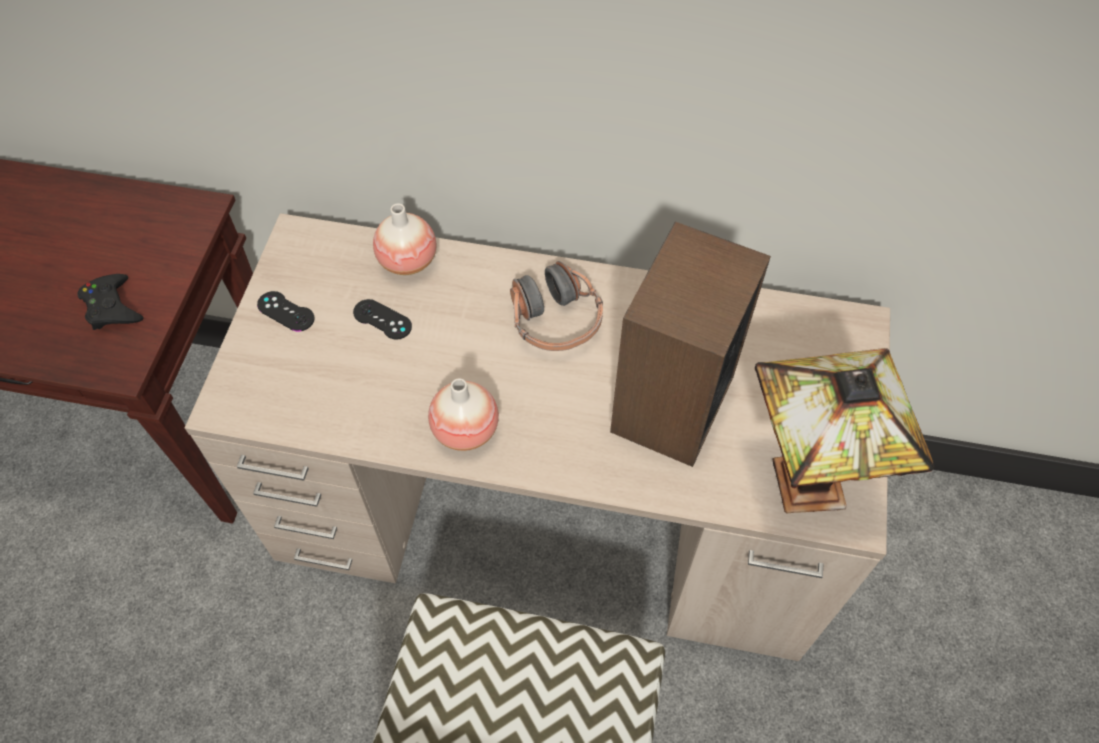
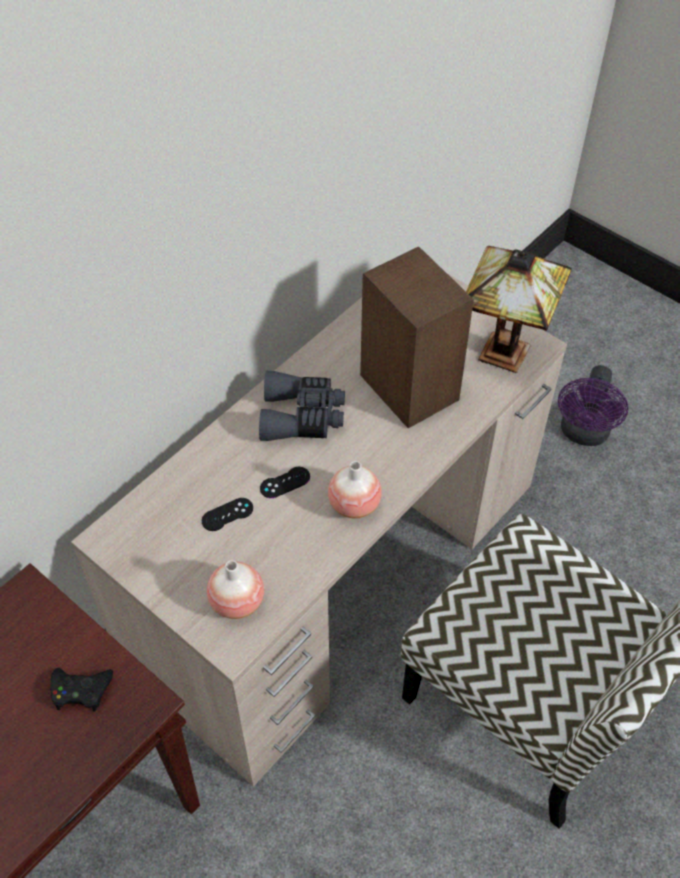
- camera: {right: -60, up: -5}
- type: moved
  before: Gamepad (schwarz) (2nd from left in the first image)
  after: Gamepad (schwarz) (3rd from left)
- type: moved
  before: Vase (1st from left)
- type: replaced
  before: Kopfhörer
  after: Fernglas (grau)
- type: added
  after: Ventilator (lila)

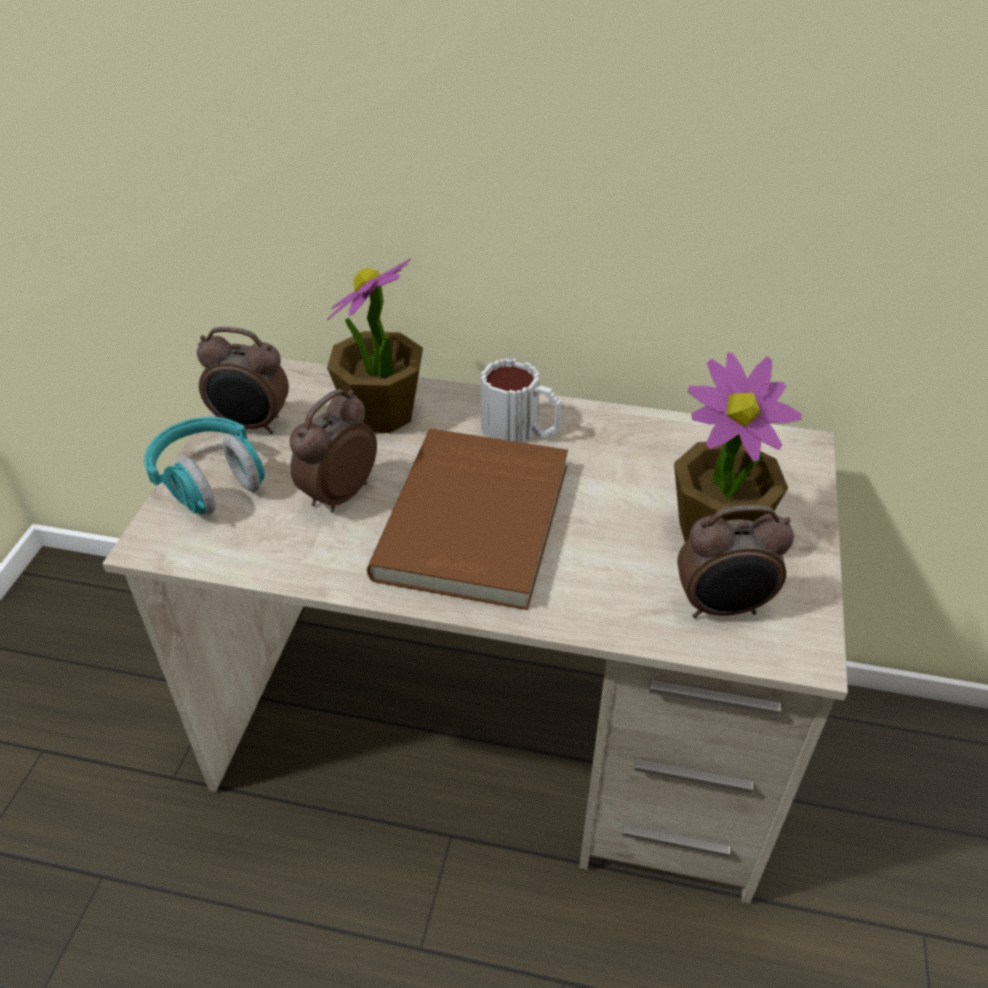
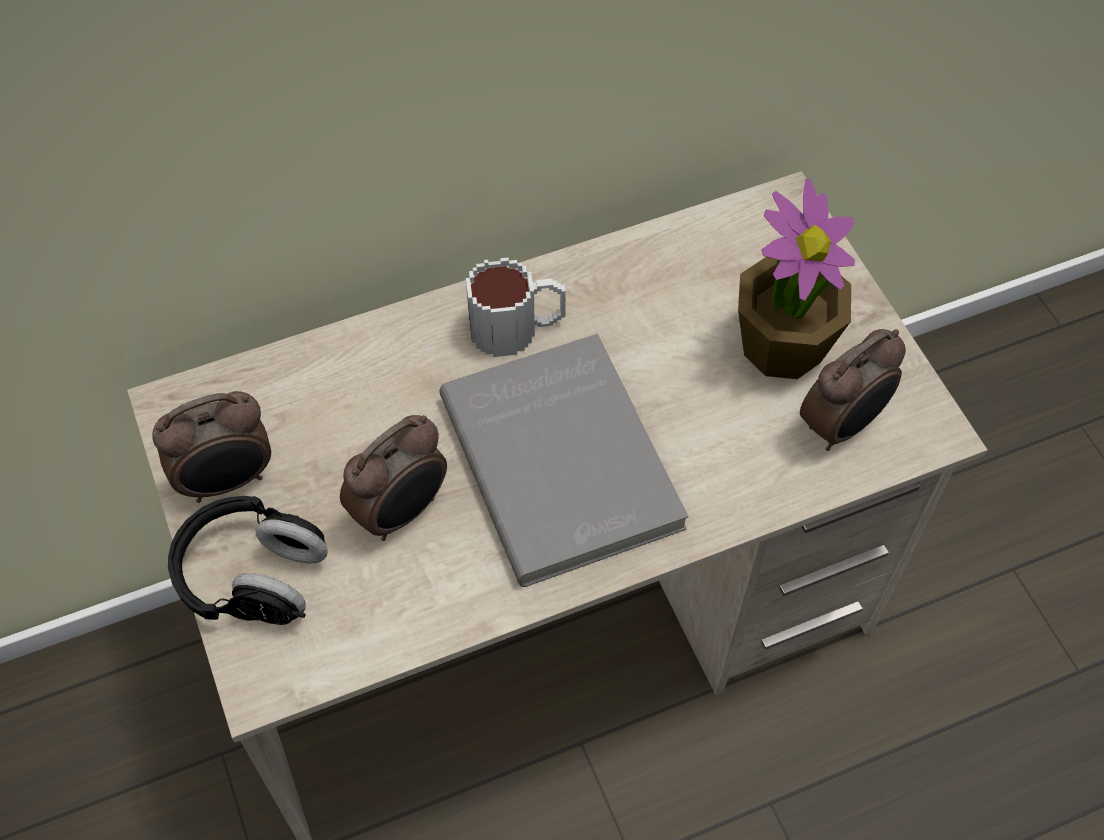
- camera: {right: -35, up: 15}
- type: recoloured
  before: Kopfhörer (türkis)
  after: Kopfhörer (schwarz)
- type: turned
  before: Wecker (2nd from left)
  turn: -135
- type: removed
  before: Topfpflanze (1st from left)
- type: recoloured
  before: Buch (braun)
  after: Buch (grau)

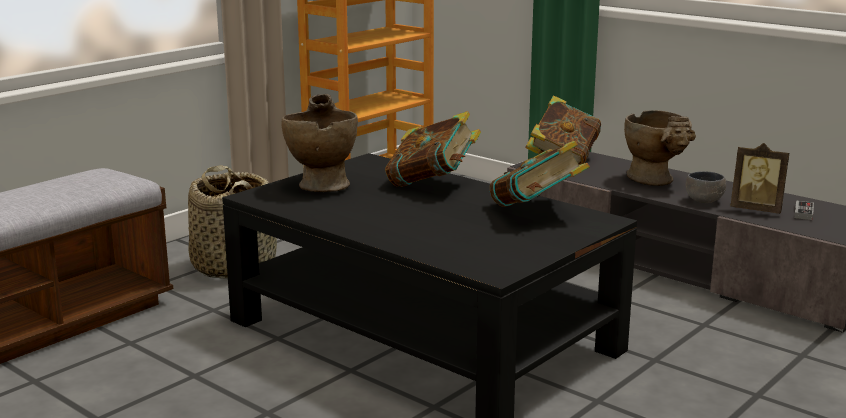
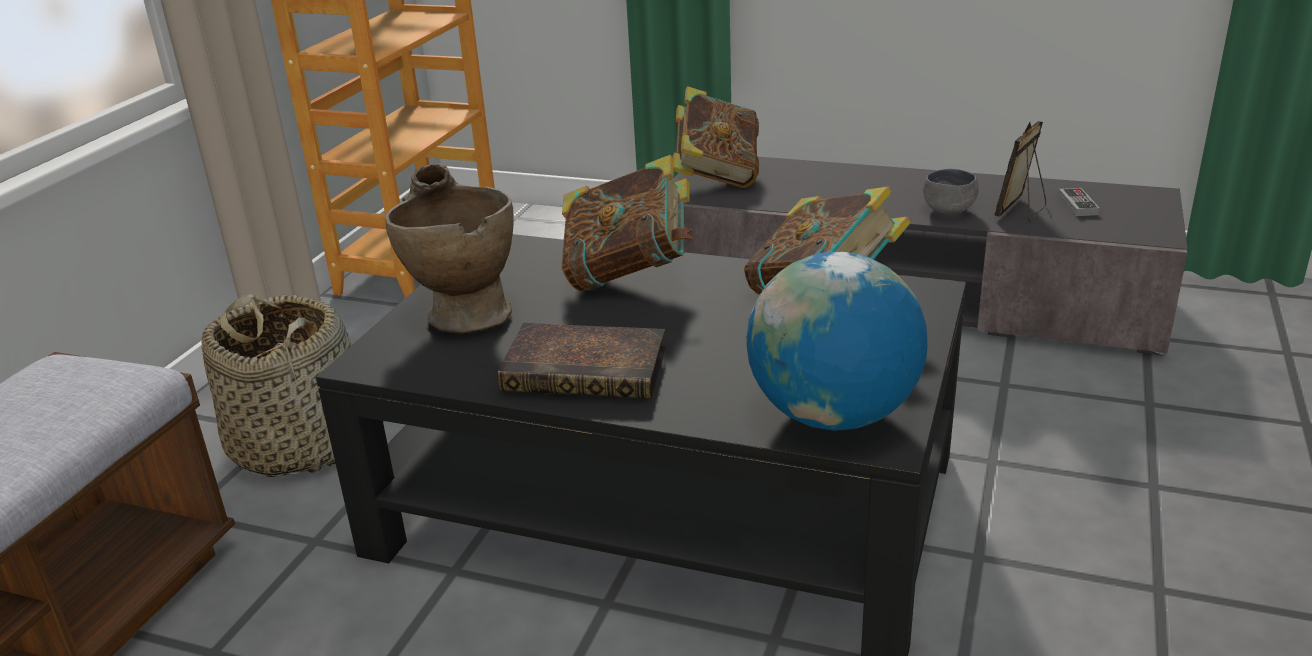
- camera: {right: -20, up: 10}
- type: removed
  before: Vase (beige) (2nd from left)
- type: turned
  before: Bilderrahmen
  turn: 120
- type: added
  after: Buch (1st from left)
- type: added
  after: Globus

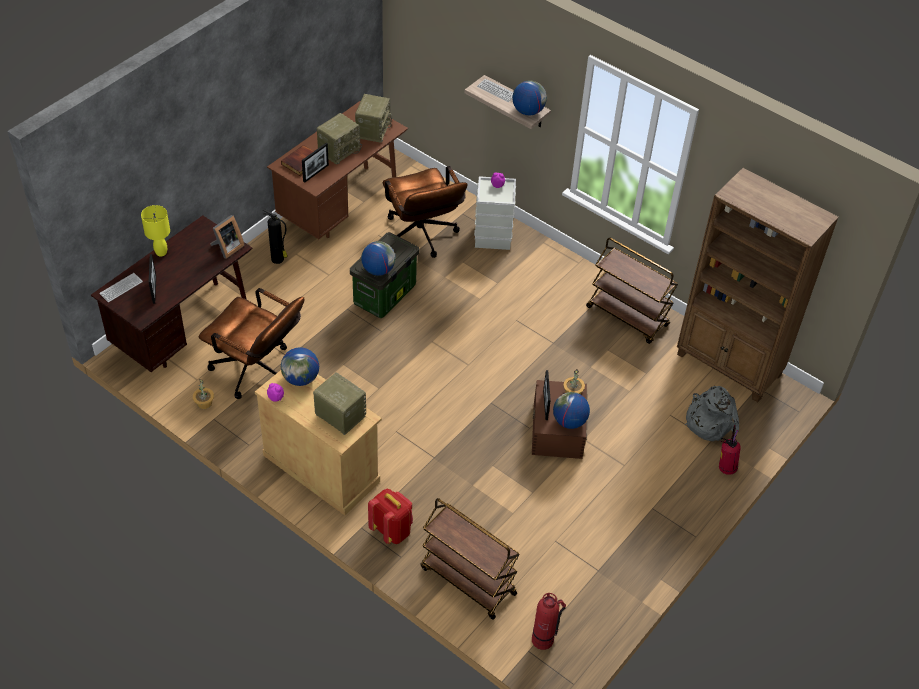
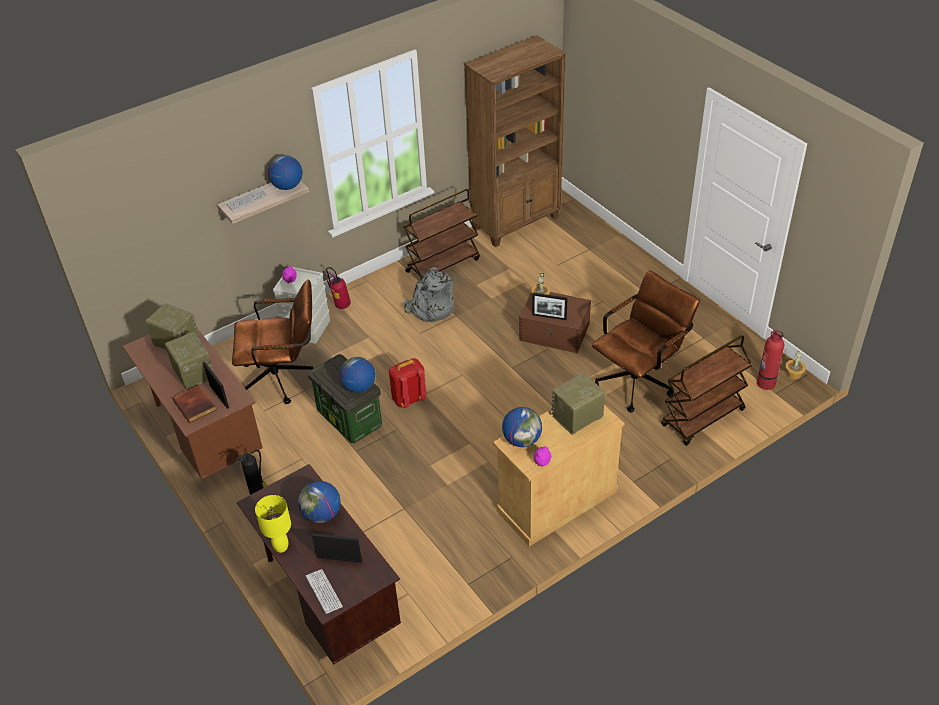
- camera: {right: -70, up: -5}
- type: moved
  before: Topfpflanze (1st from left in the first image)
  after: Topfpflanze (2nd from left)
- type: moved
  before: Bürostuhl (braun) (1st from left in the first image)
  after: Bürostuhl (braun) (2nd from left)
- type: removed
  before: Bilderrahmen (2nd from left)
- type: moved
  before: Rucksack (rot)
- type: moved
  before: Globus (4th from left in the first image)
  after: Globus (2nd from left)
- type: moved
  before: Rucksack (grau)
- type: moved
  before: Feuerlöscher (3rd from left in the first image)
  after: Feuerlöscher (2nd from left)

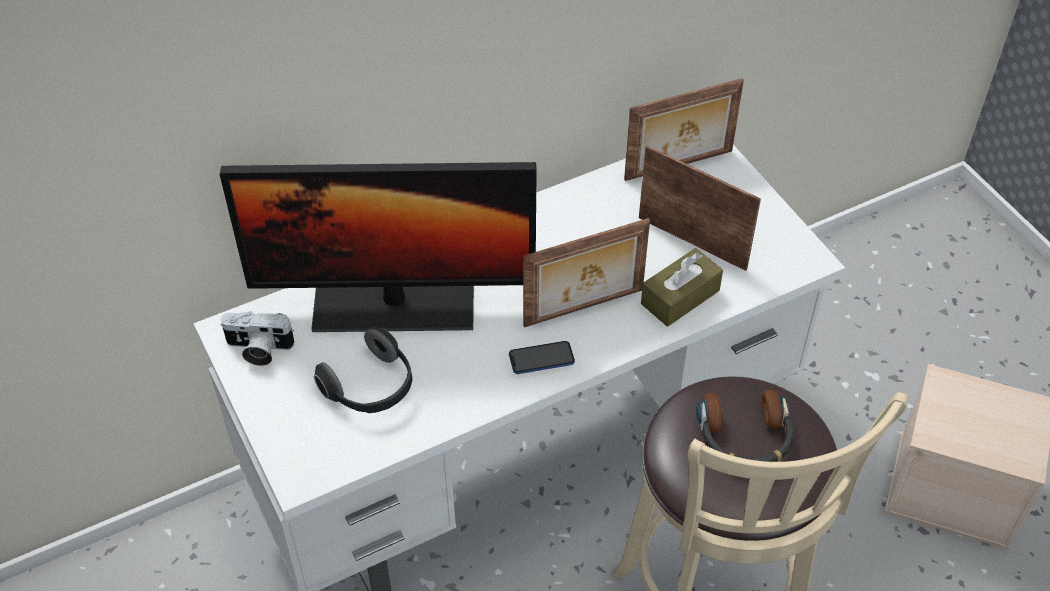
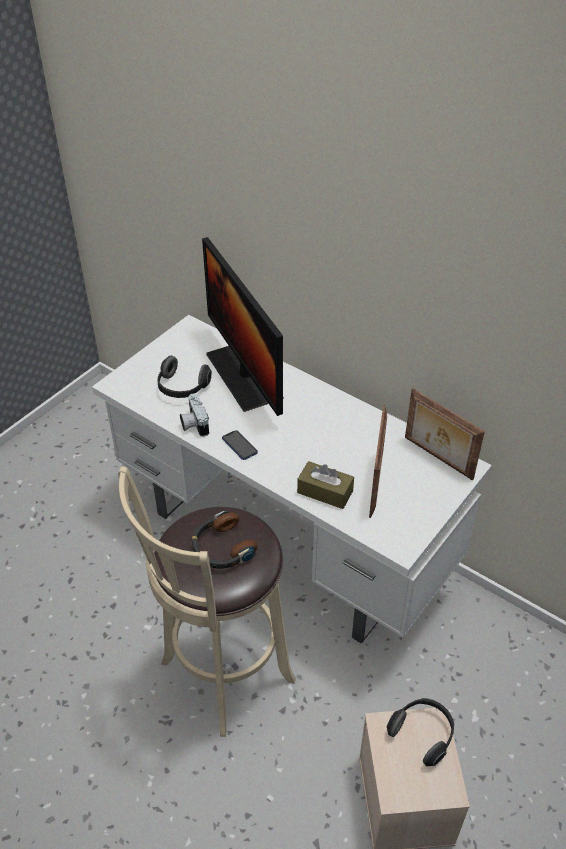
- camera: {right: 65, up: -5}
- type: moved
  before: Kamera
- type: removed
  before: Bilderrahmen (1st from left)
- type: added
  after: Kopfhörer (3rd from left)

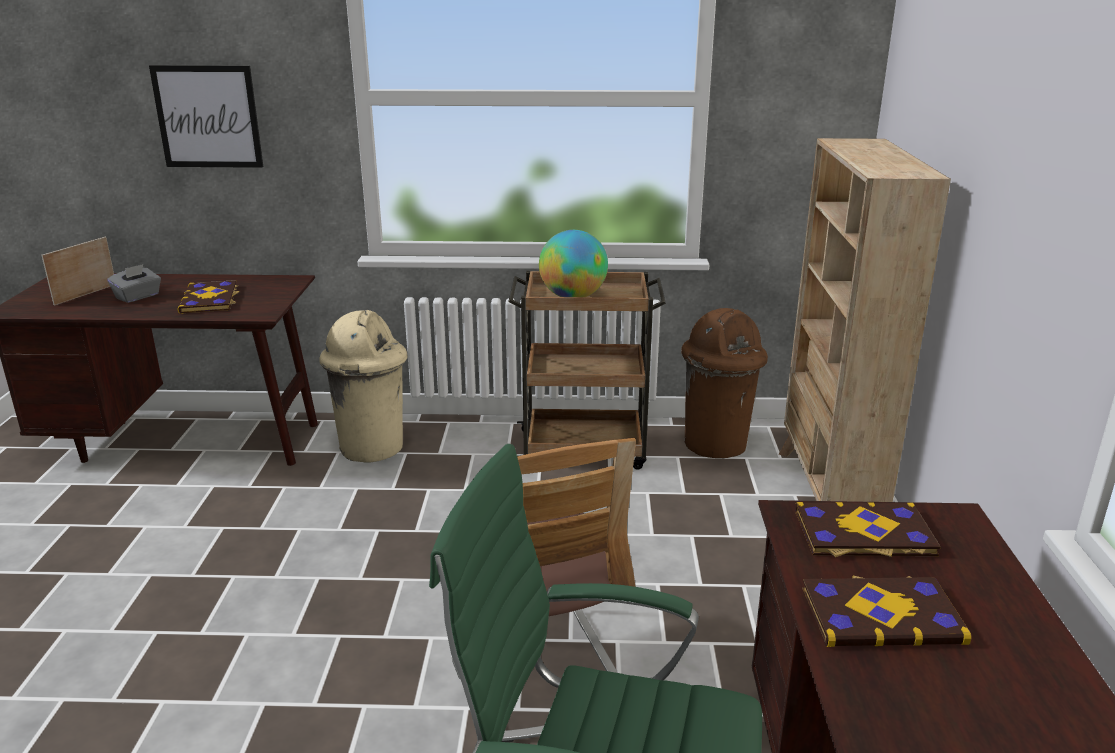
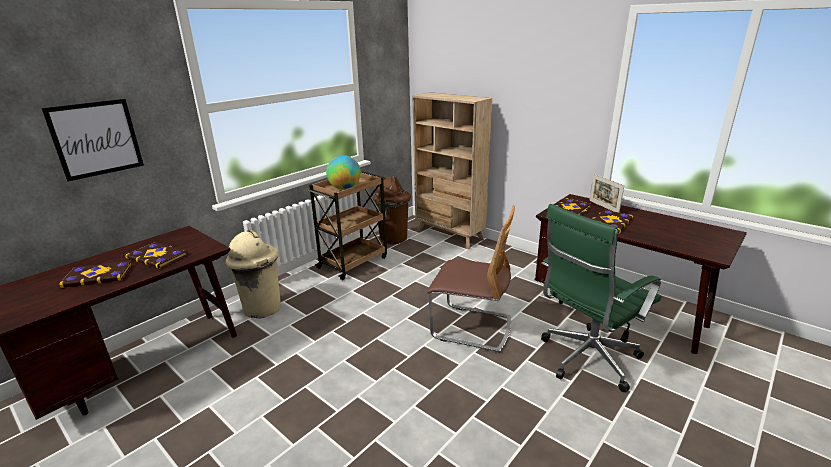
- camera: {right: -50, up: 0}
- type: moved
  before: Bilderrahmen
- type: replaced
  before: Taschentuchbox (grau)
  after: Buch (1st from left)

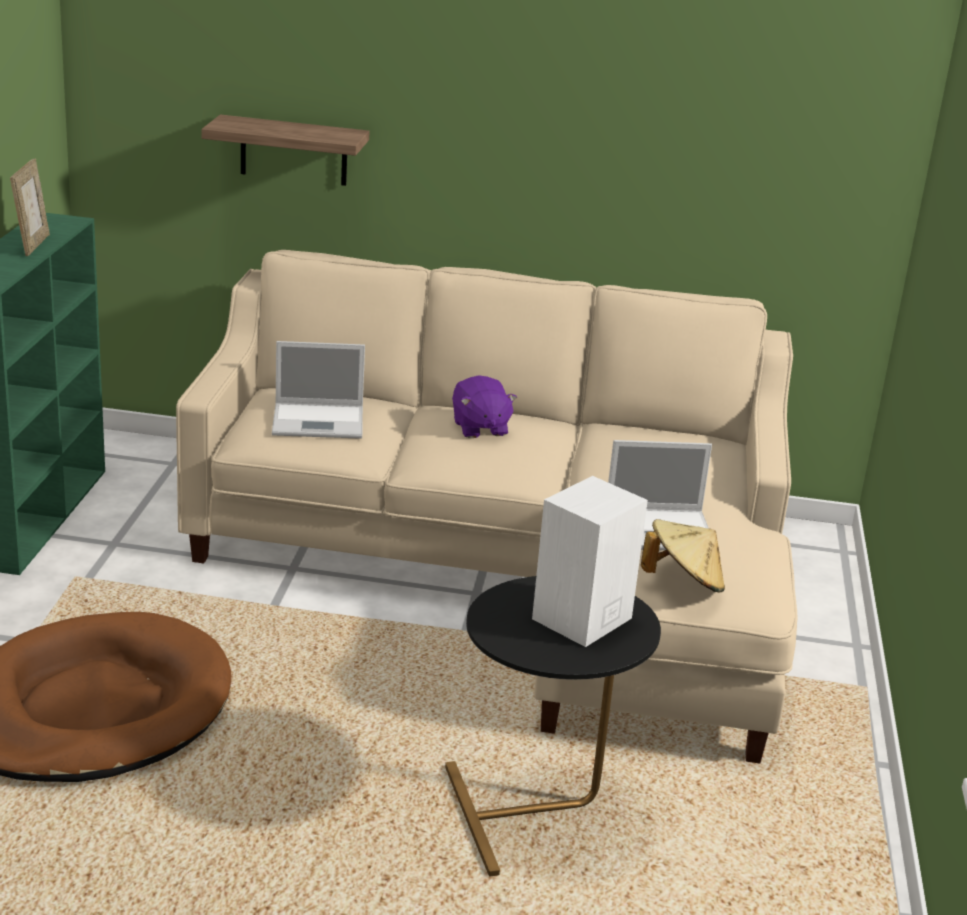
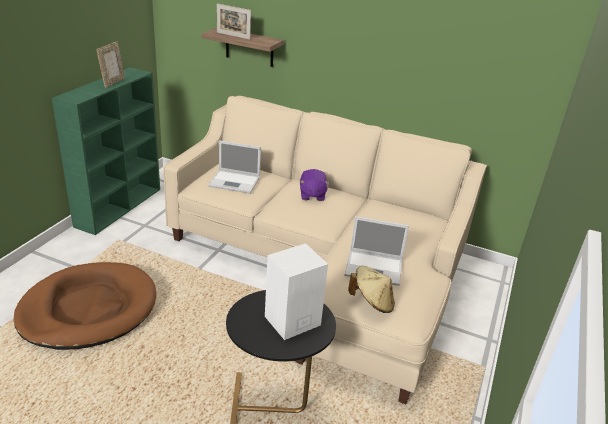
- camera: {right: 15, up: 5}
- type: added
  after: Bilderrahmen (2nd from left)

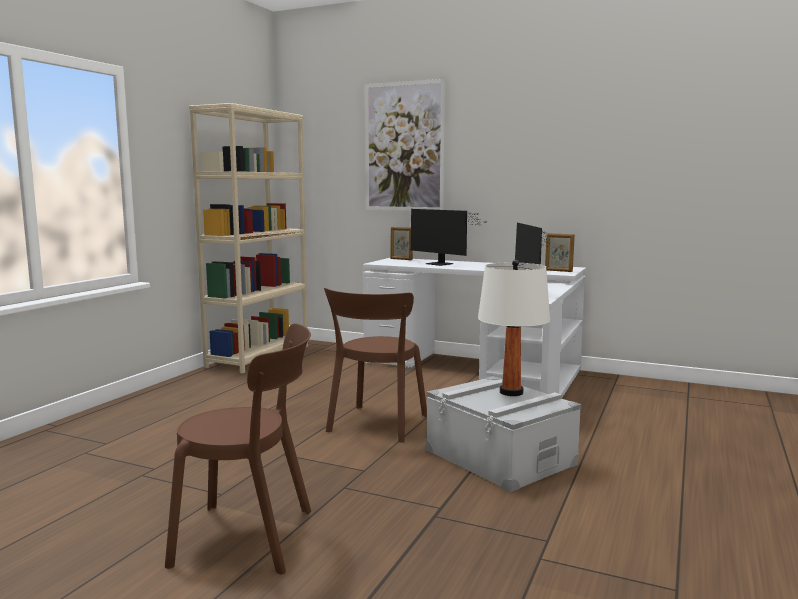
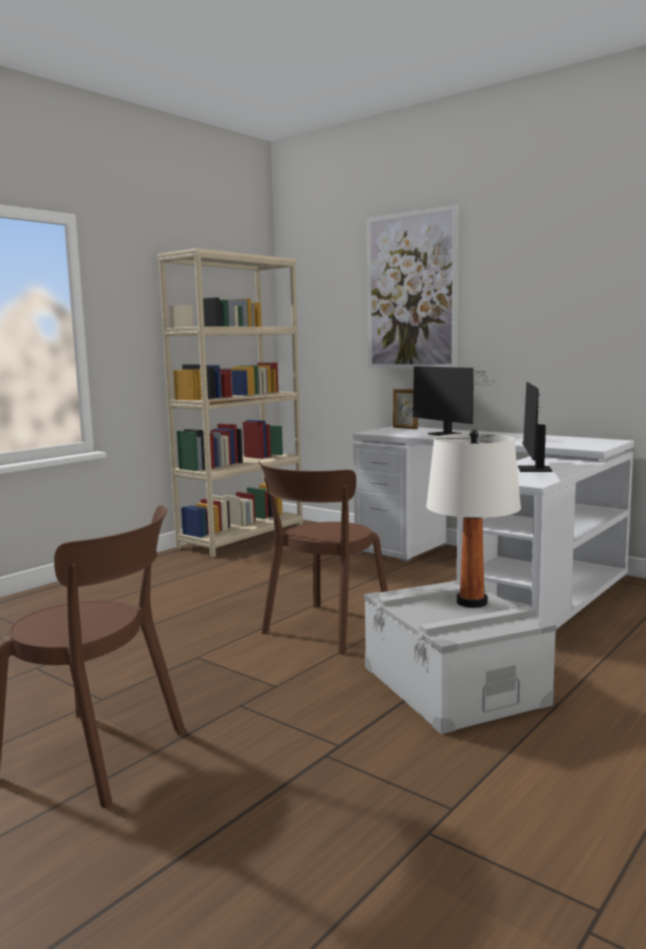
- camera: {right: 15, up: 0}
- type: removed
  before: Bilderrahmen (2nd from left)

